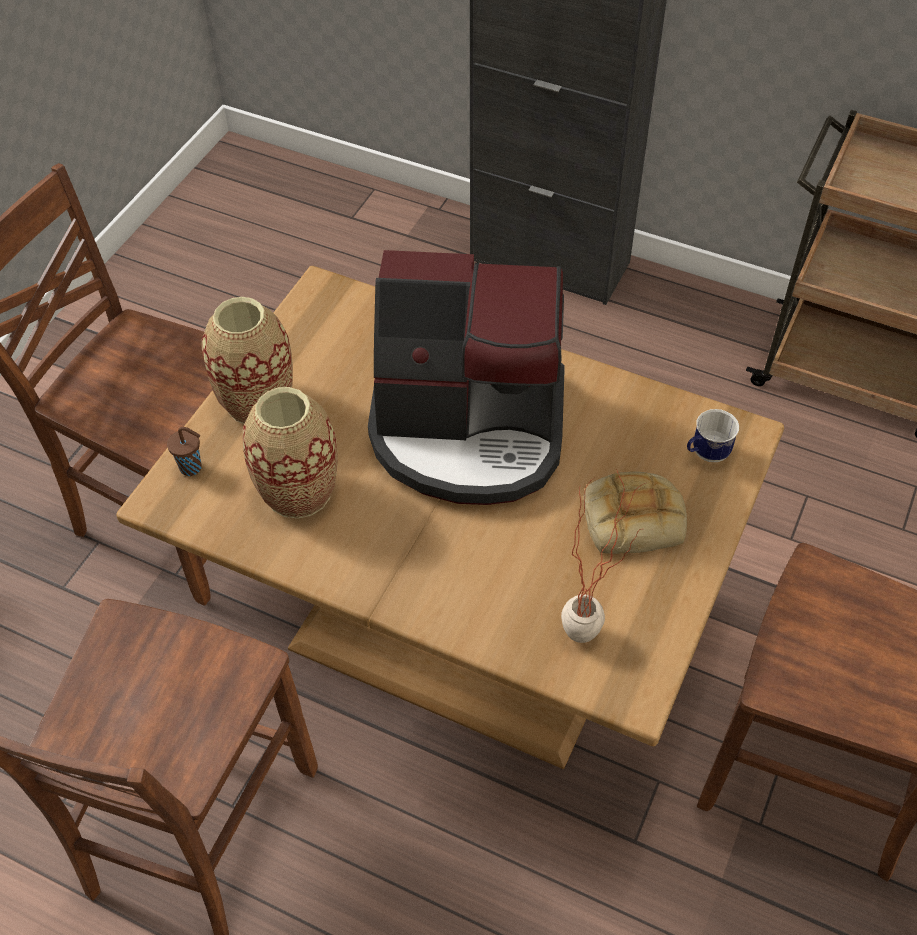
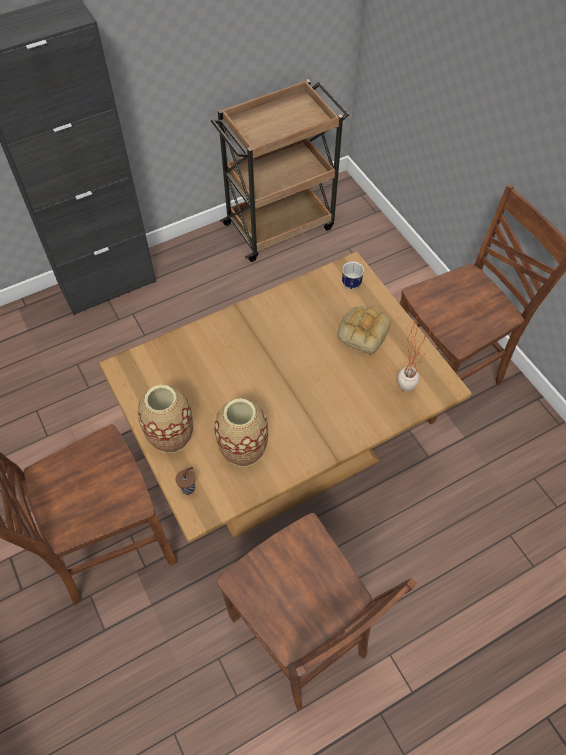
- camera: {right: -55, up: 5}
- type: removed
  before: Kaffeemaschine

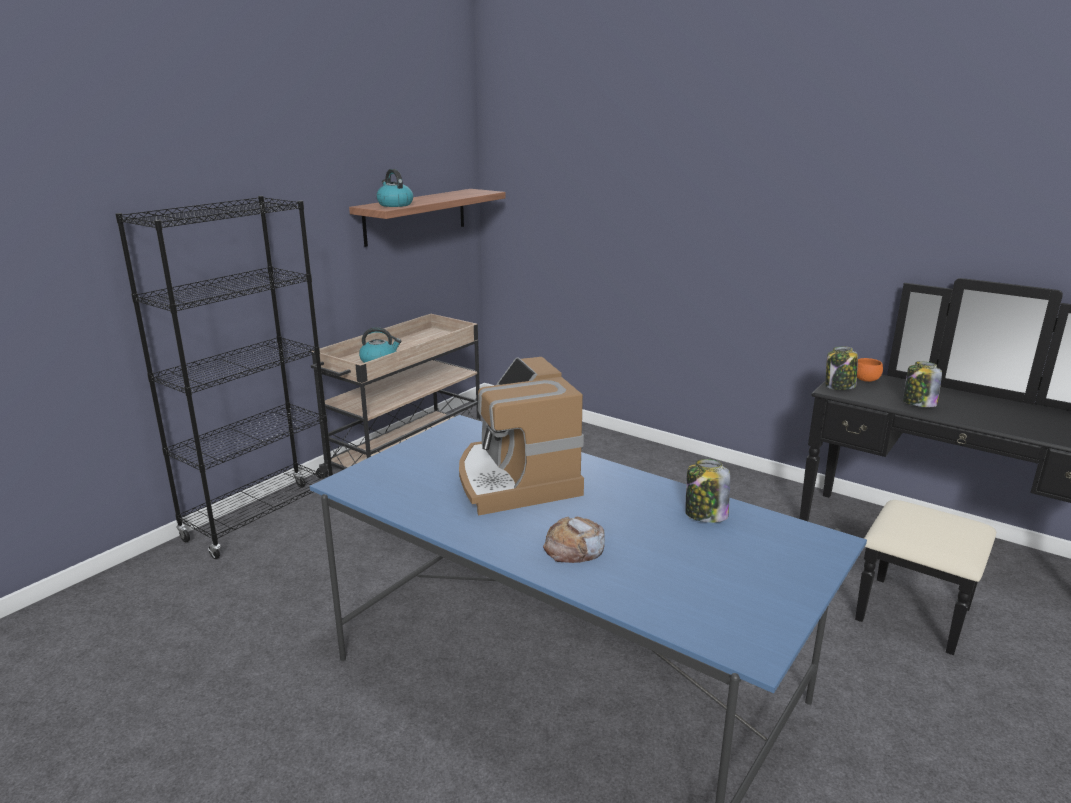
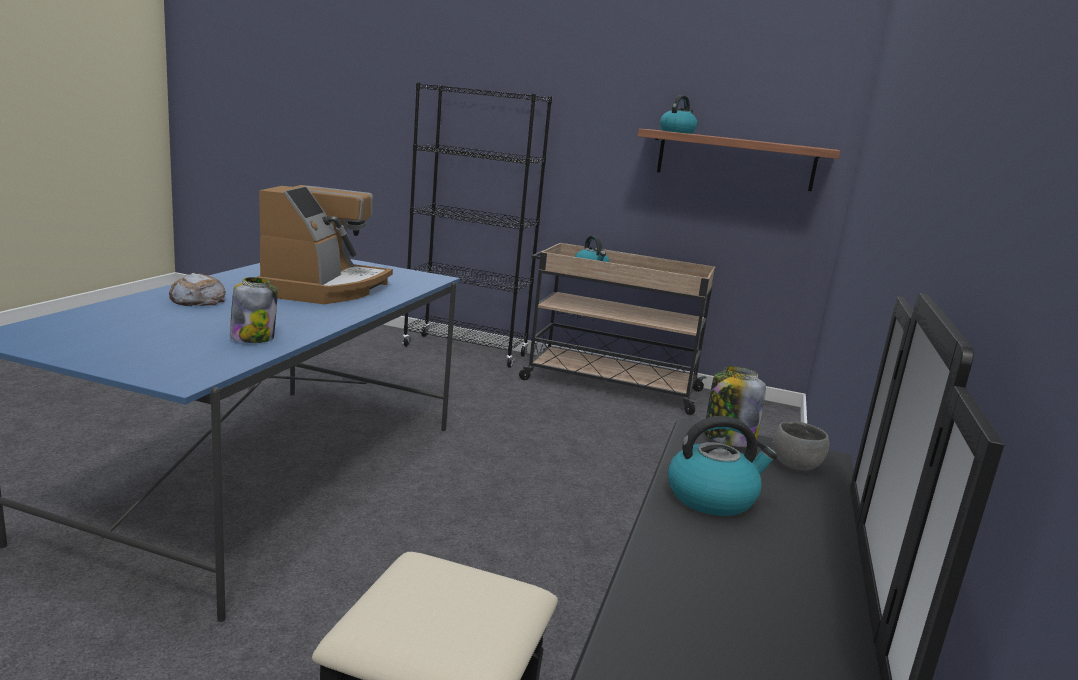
- camera: {right: 70, up: -5}
- type: turned
  before: Kaffeemaschine
  turn: 135
- type: recoloured
  before: Schüssel (orange)
  after: Schüssel (grau)
- type: replaced
  before: Vorratsglas (3rd from left)
  after: Wasserkessel (3rd from left)

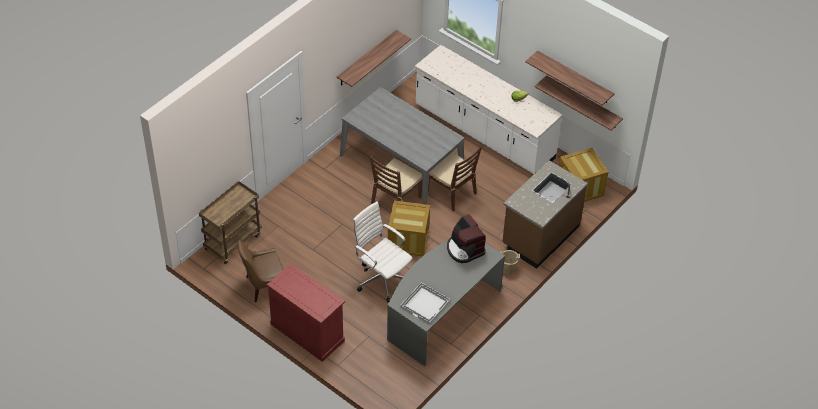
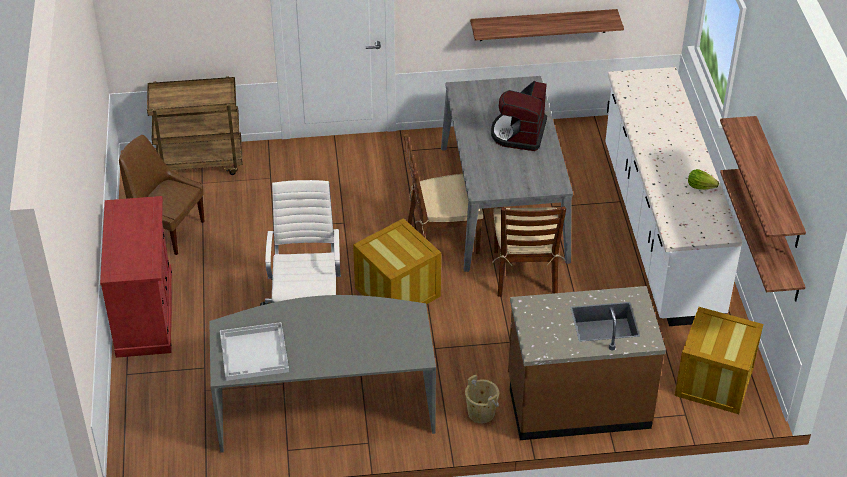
- camera: {right: 45, up: -5}
- type: moved
  before: Kaffeemaschine

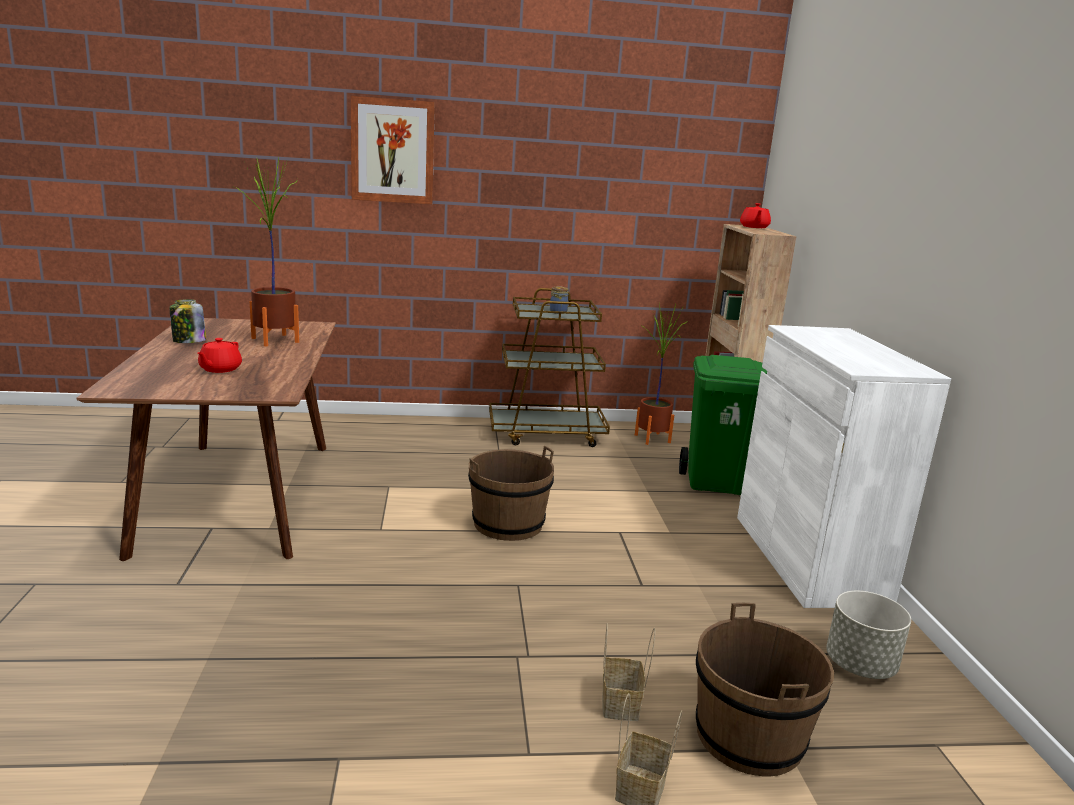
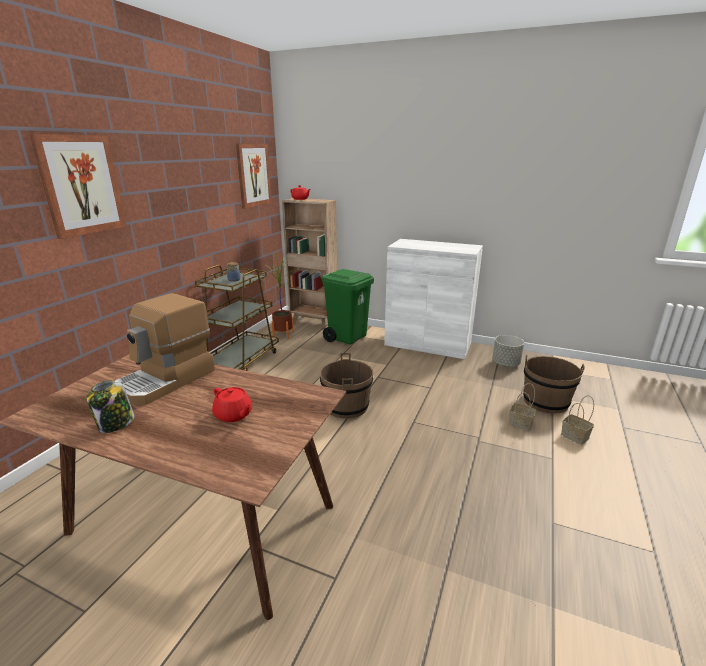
- camera: {right: -60, up: 5}
- type: replaced
  before: Topfpflanze (1st from left)
  after: Kaffeemaschine
- type: added
  after: Bild (2nd from left)

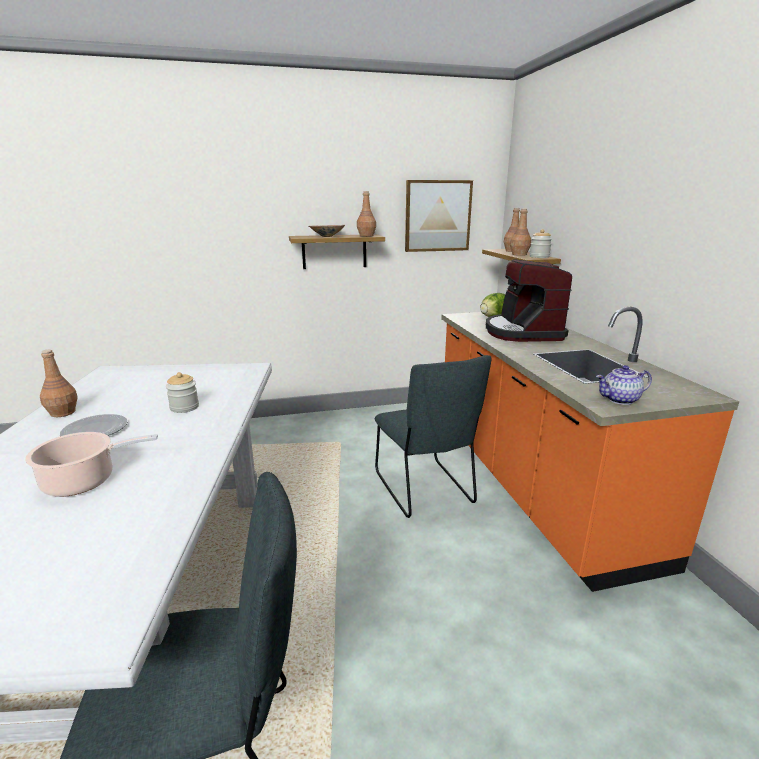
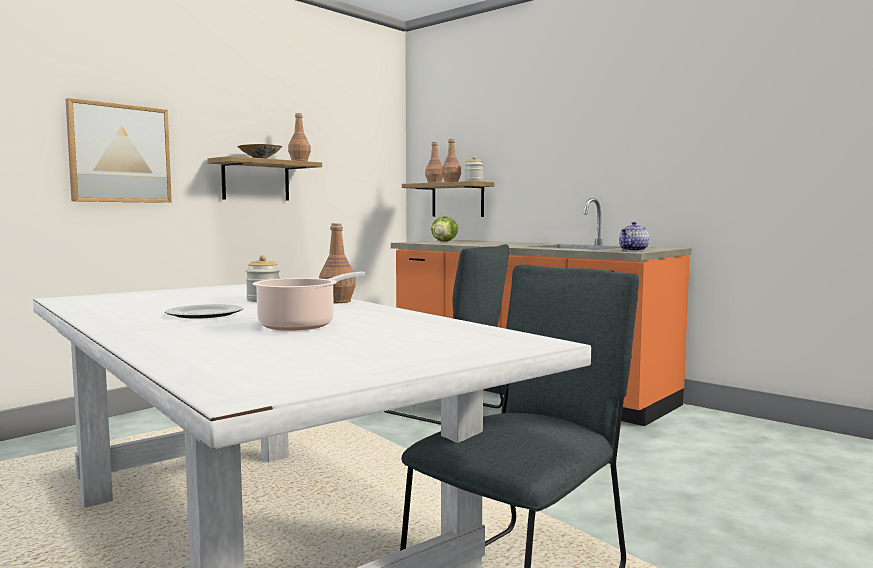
- camera: {right: -35, up: -15}
- type: moved
  before: Flasche (braun) (1st from left in the first image)
  after: Flasche (braun) (2nd from left)
- type: moved
  before: Bild
- type: removed
  before: Kaffeemaschine

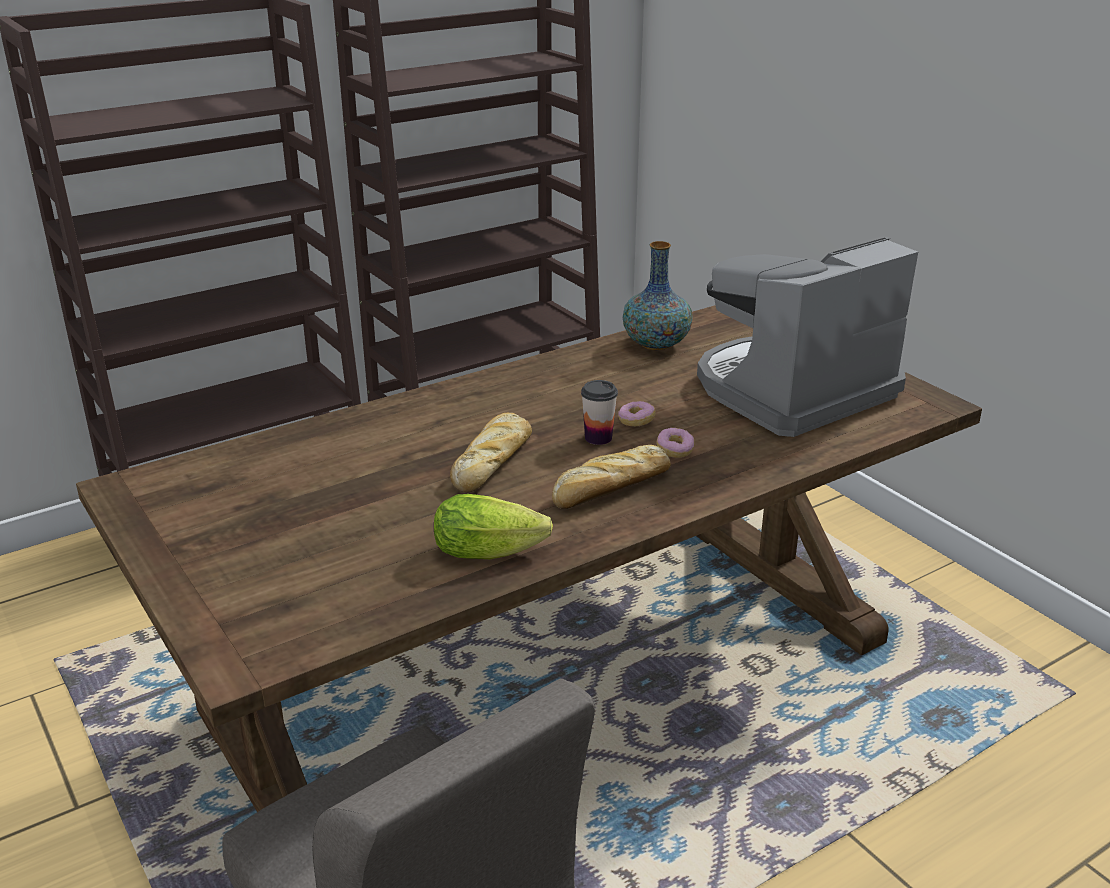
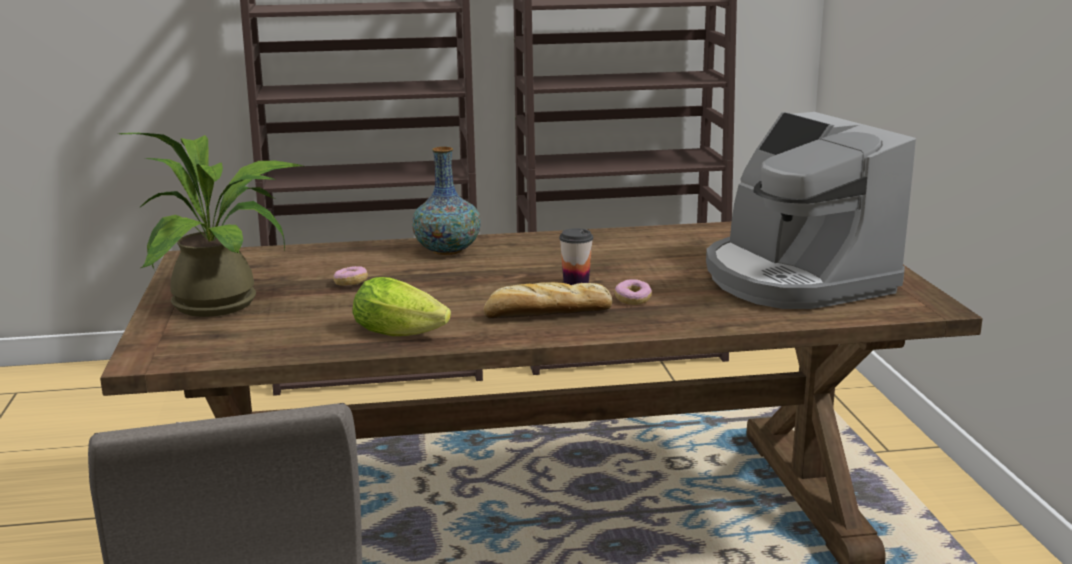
- camera: {right: 25, up: -10}
- type: removed
  before: Brot (1st from left)
- type: moved
  before: Donut (1st from left)
- type: moved
  before: Vase
- type: turned
  before: Kaffeemaschine
  turn: -105
- type: added
  after: Topfpflanze

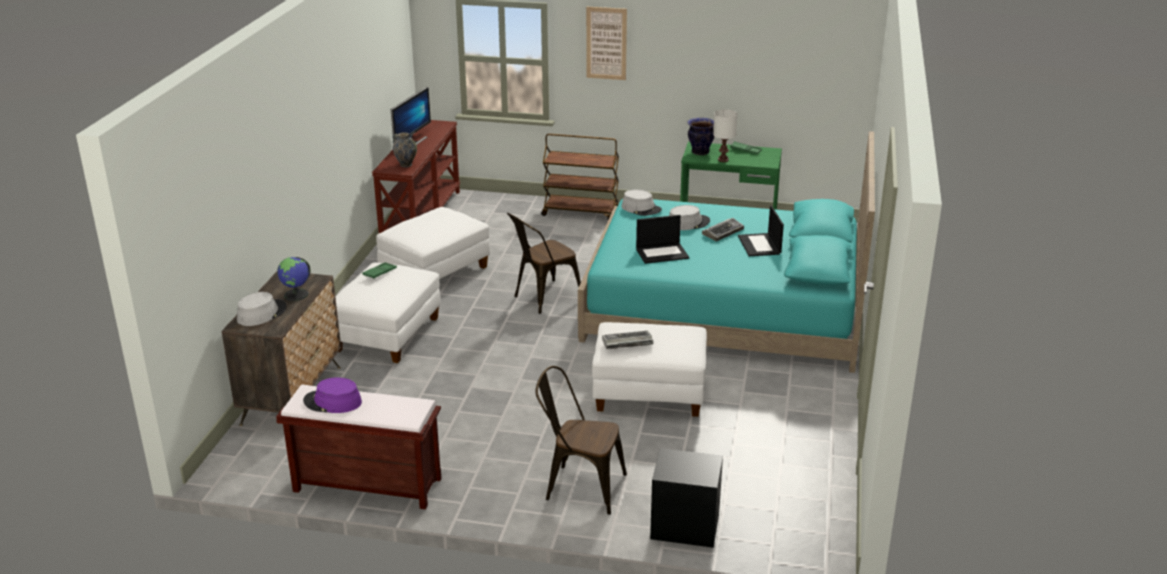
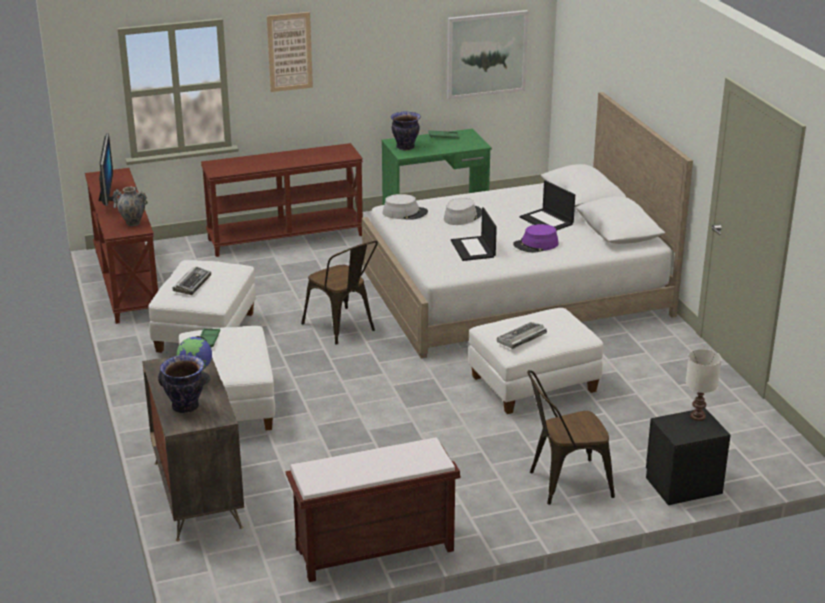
- camera: {right: -30, up: 0}
- type: replaced
  before: Hut (grau) (1st from left)
  after: Vase (2nd from left)
- type: moved
  before: Hut (lila)
- type: turned
  before: Stuhl (braun) (1st from left)
  turn: -60
- type: replaced
  before: Rollwagen (braun)
  after: Konsolentisch (braun) (2nd from left)
- type: recoloured
  before: Bett (türkis)
  after: Bett (weiß)
- type: turned
  before: Laptop (1st from left)
  turn: 120
- type: moved
  before: Tastatur (2nd from left in the first image)
  after: Tastatur (1st from left)
- type: moved
  before: Tischlampe (weiß)
- type: added
  after: Bild (2nd from left)

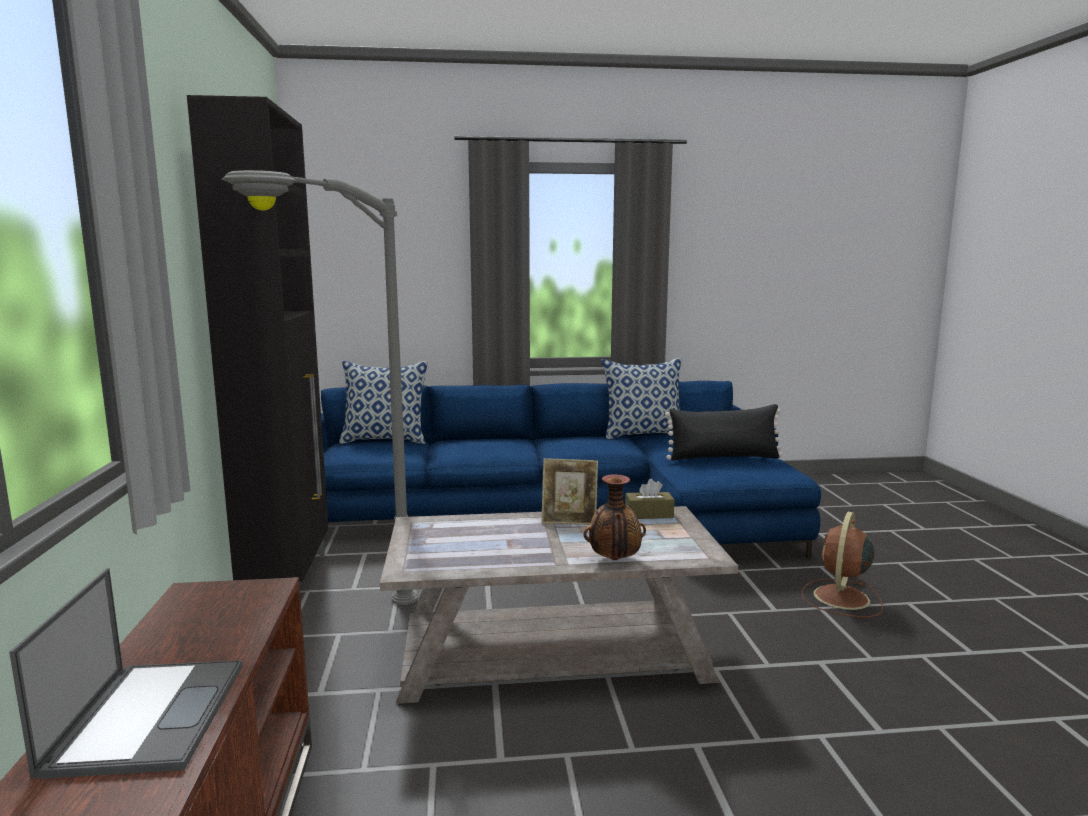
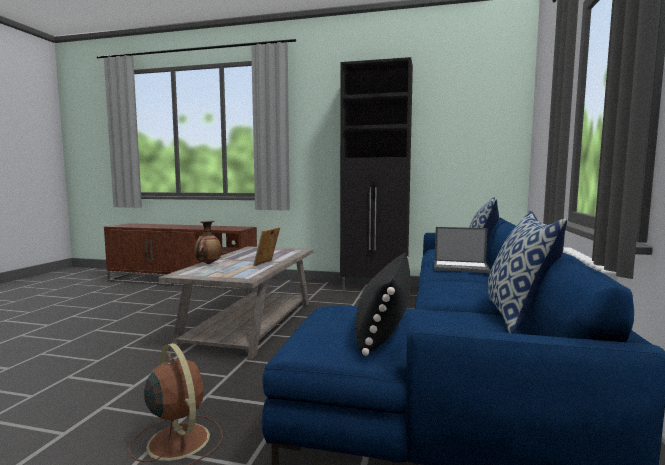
- camera: {right: 110, up: -5}
- type: moved
  before: Laptop
- type: removed
  before: Stehlampe (grau)
- type: removed
  before: Taschentuchbox (braun)

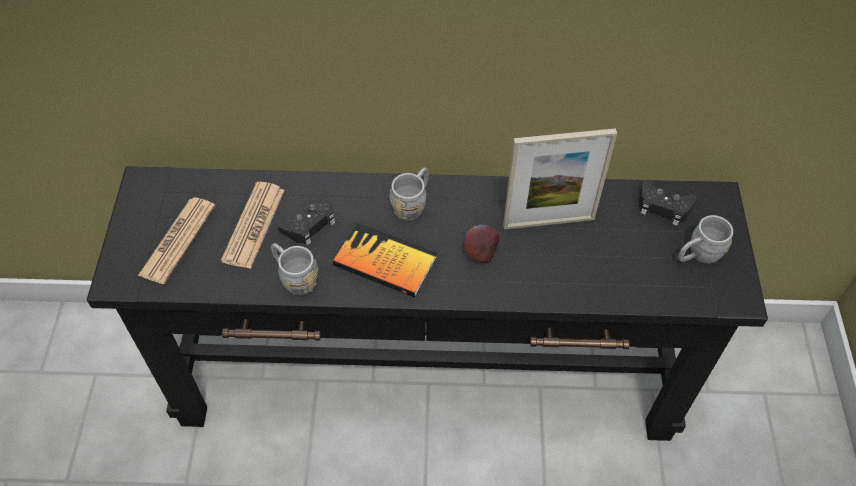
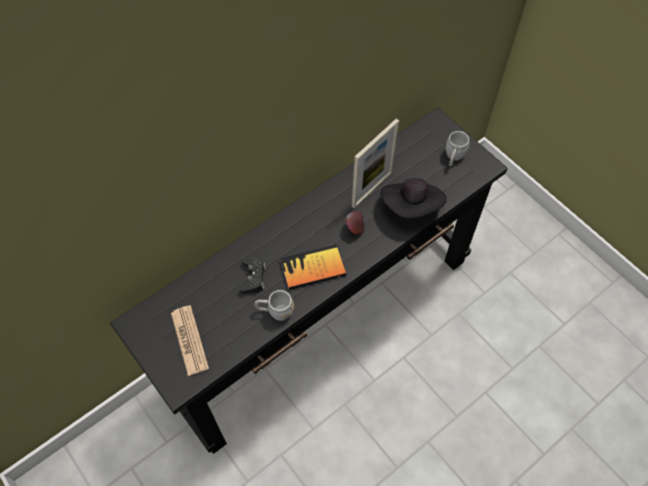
- camera: {right: -40, up: 5}
- type: removed
  before: Zeitung (2nd from left)
- type: removed
  before: Henkelbecher (grau) (2nd from left)
- type: removed
  before: Gamepad (schwarz) (2nd from left)
- type: added
  after: Hut (schwarz)

